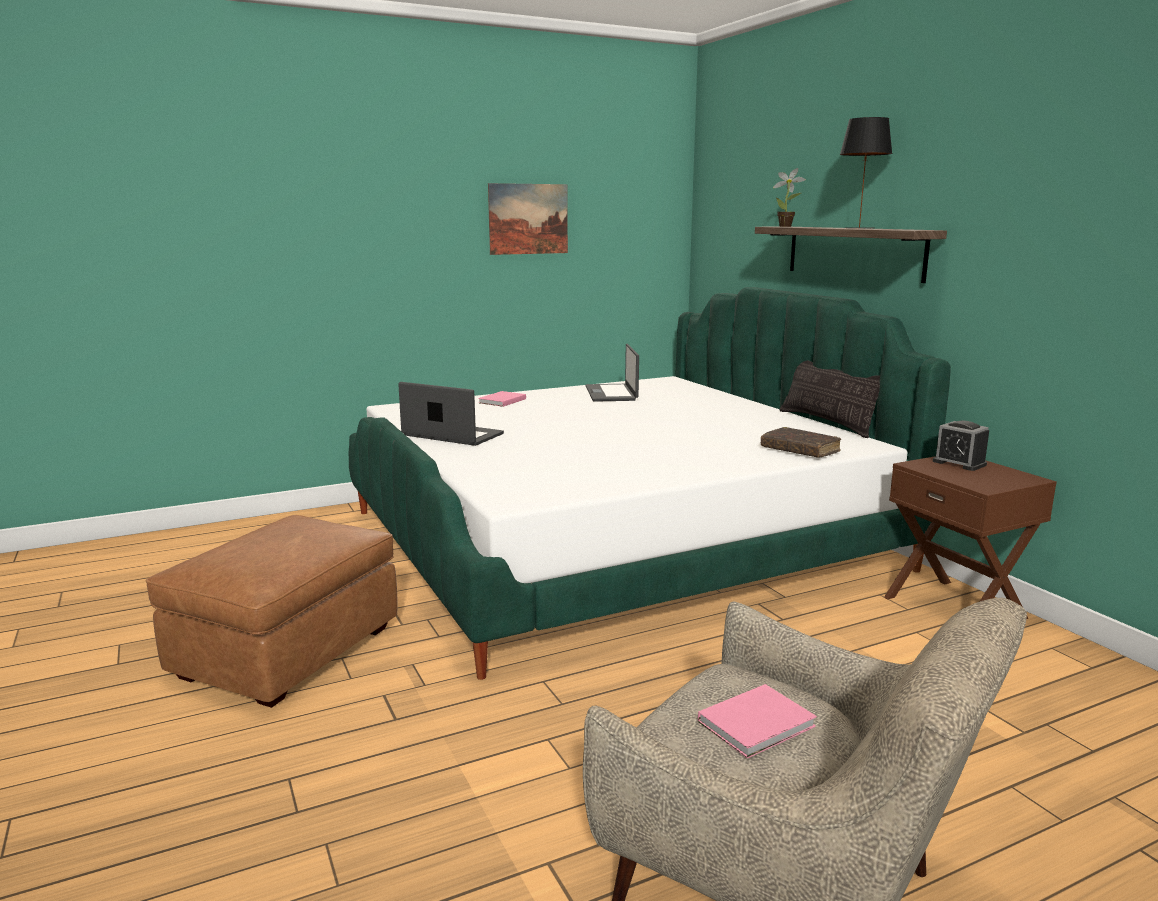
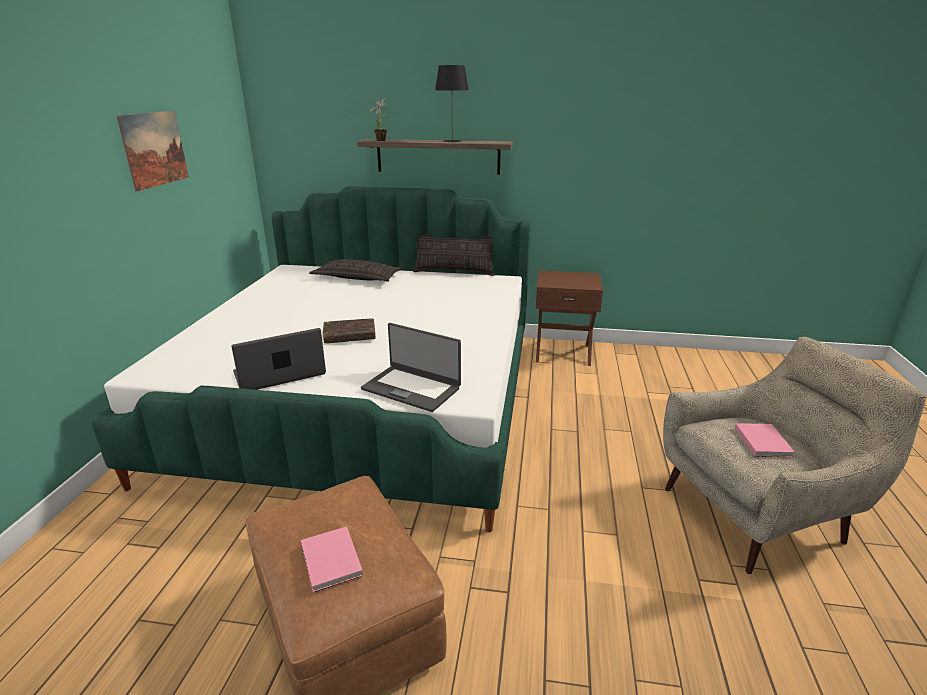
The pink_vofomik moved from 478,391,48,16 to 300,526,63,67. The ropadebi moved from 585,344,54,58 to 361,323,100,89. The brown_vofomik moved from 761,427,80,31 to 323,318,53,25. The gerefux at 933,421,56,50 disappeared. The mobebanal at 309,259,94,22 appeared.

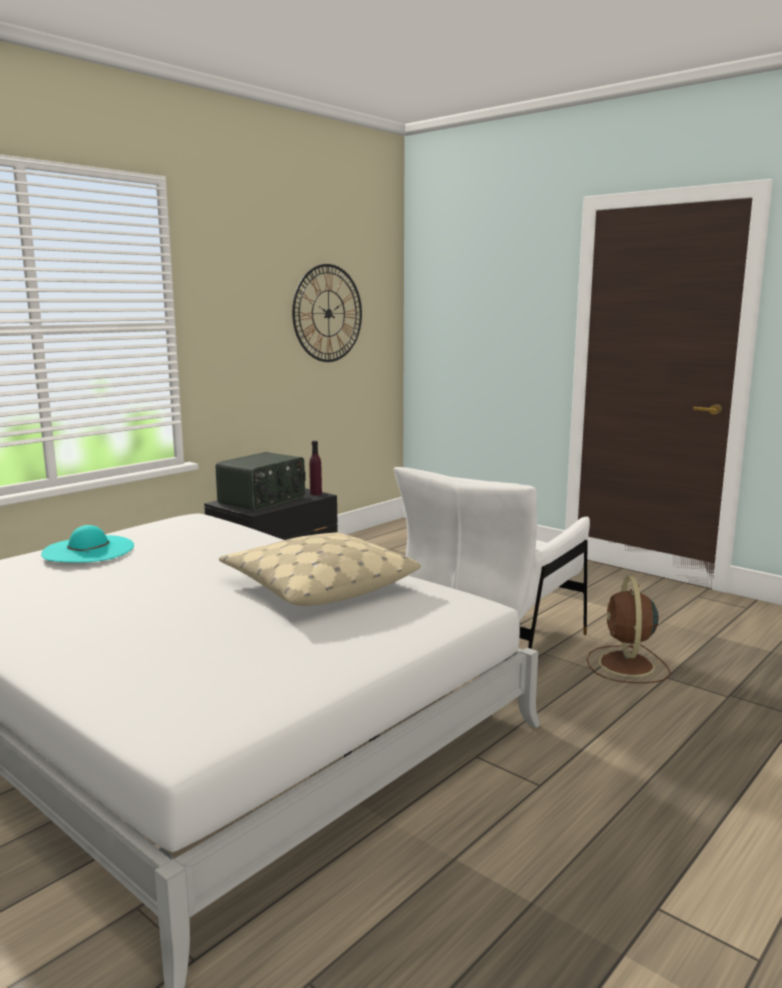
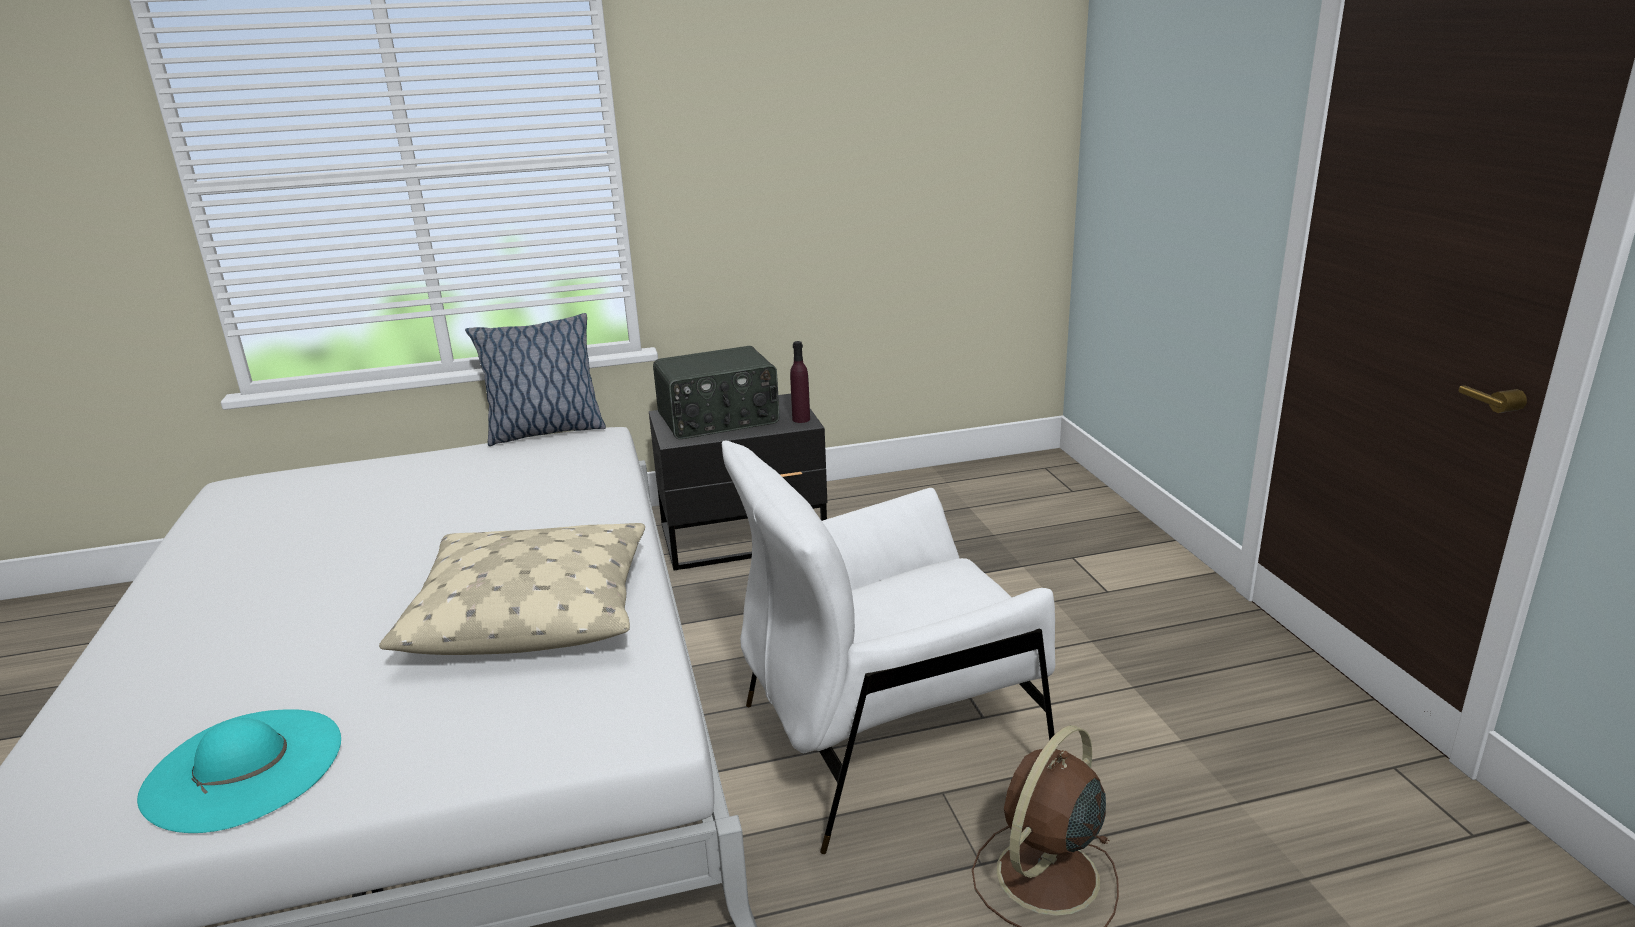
The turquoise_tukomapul moved from 41,525,93,38 to 137,709,204,124. The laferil at 292,264,70,98 disappeared. The mobebanal at 465,313,141,133 appeared.

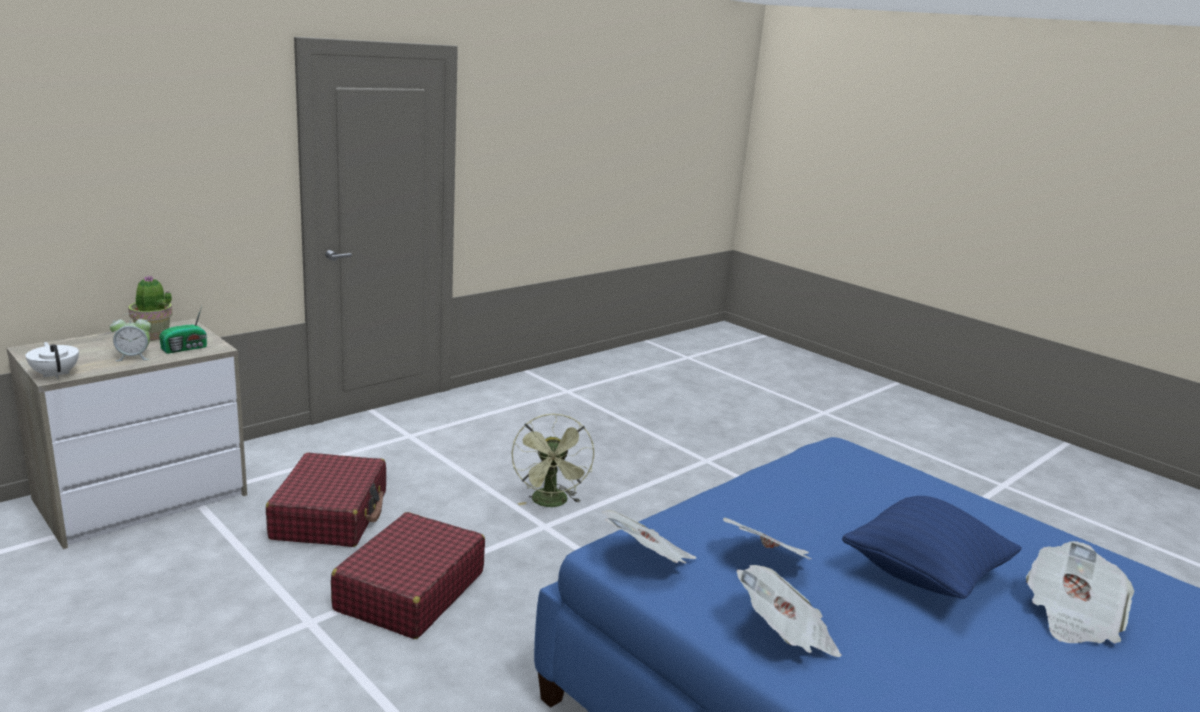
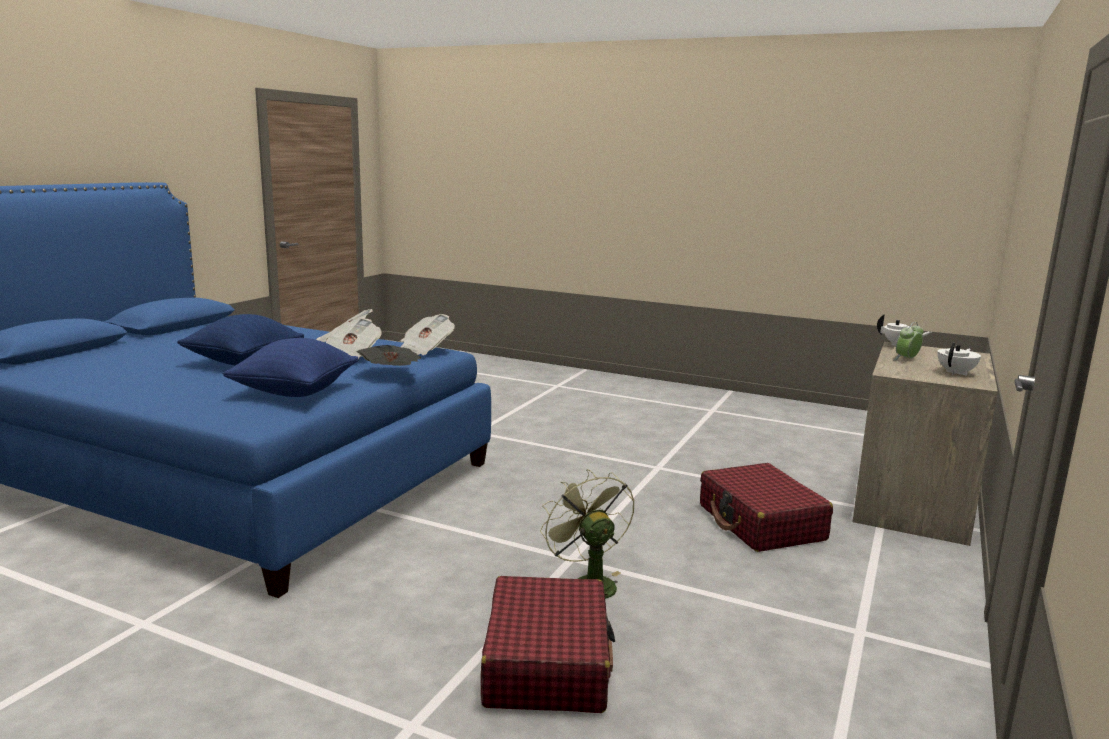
The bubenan at 128,276,45,65 was replaced by the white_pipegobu at 937,343,44,33. The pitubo at 159,306,48,48 disappeared. The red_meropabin moved from 331,512,154,127 to 481,576,134,137. The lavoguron moved from 1026,541,108,102 to 356,345,65,21. The blue_mobebanal at 223,338,136,59 appeared.

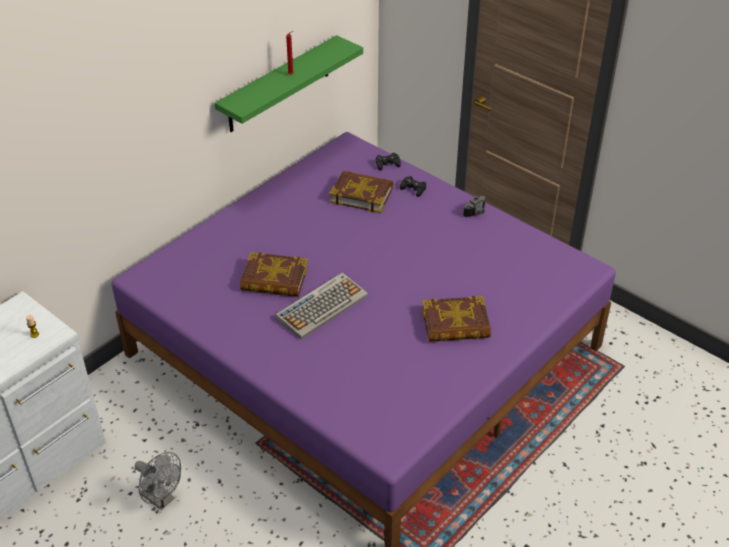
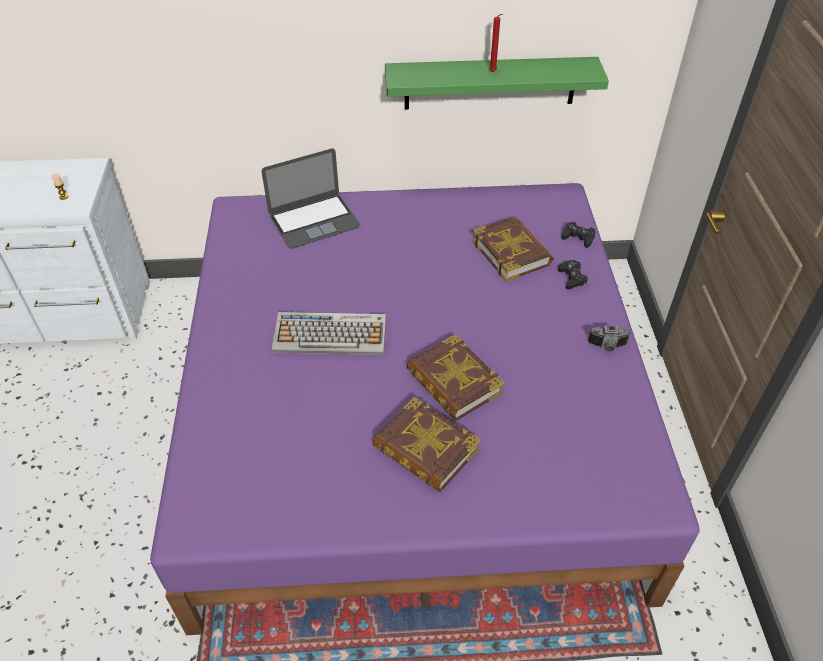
The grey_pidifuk at 135,452,46,58 disappeared. The vofomik moved from 240,252,68,45 to 406,334,99,87. The ropadebi at 262,149,98,100 appeared.

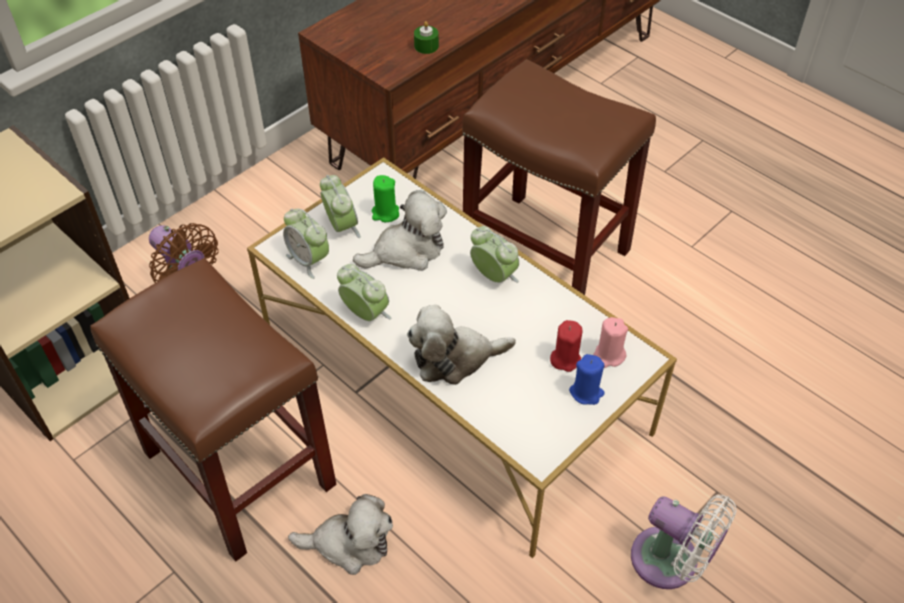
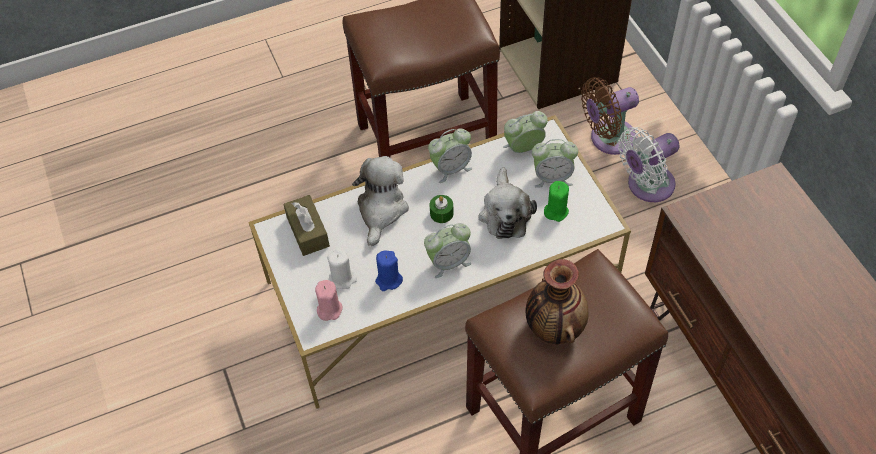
The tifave at 288,494,105,81 disappeared. The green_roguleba moved from 414,21,25,33 to 430,195,24,28. The red_roguleba at 550,320,33,52 became the white_roguleba at 327,249,30,40. The blue_roguleba moved from 569,354,36,51 to 375,251,28,40. The white_pidifuk moved from 631,495,105,94 to 618,127,61,75. The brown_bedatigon at 283,195,47,61 appeared. The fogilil at 526,259,62,86 appeared.

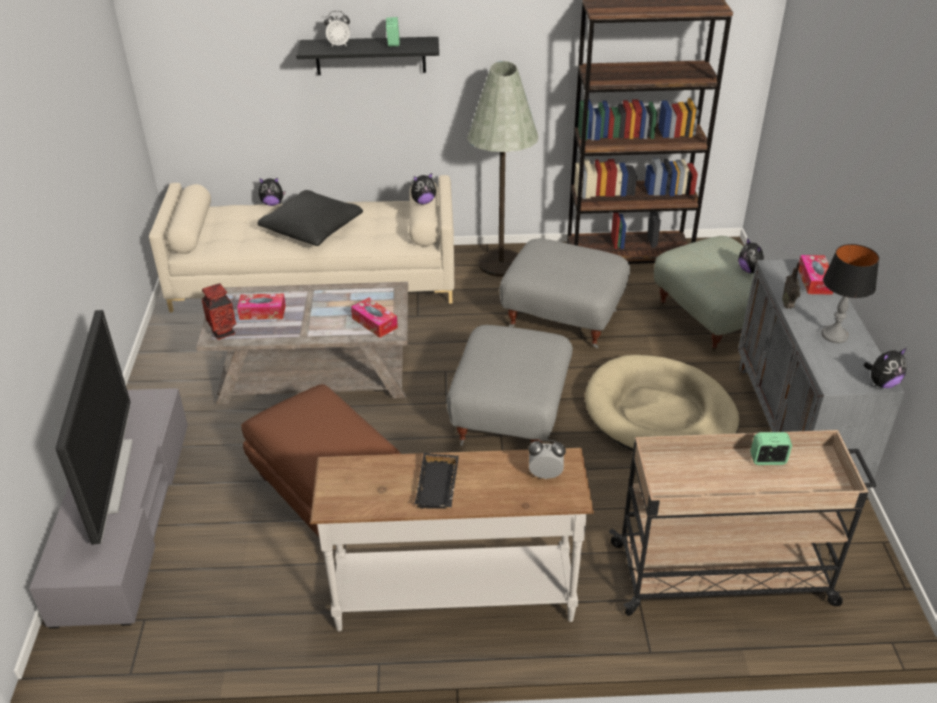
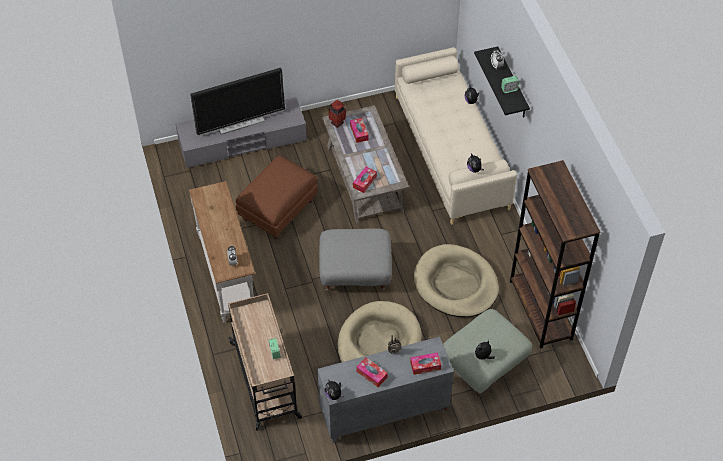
The black_mobebanal at 257,190,106,56 disappeared. The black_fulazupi at 415,453,44,56 disappeared. The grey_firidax at 467,61,71,216 disappeared. The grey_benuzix at 499,239,131,109 was replaced by the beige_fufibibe at 414,244,85,73. The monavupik at 821,244,58,99 was replaced by the bedatigon at 356,357,32,30.

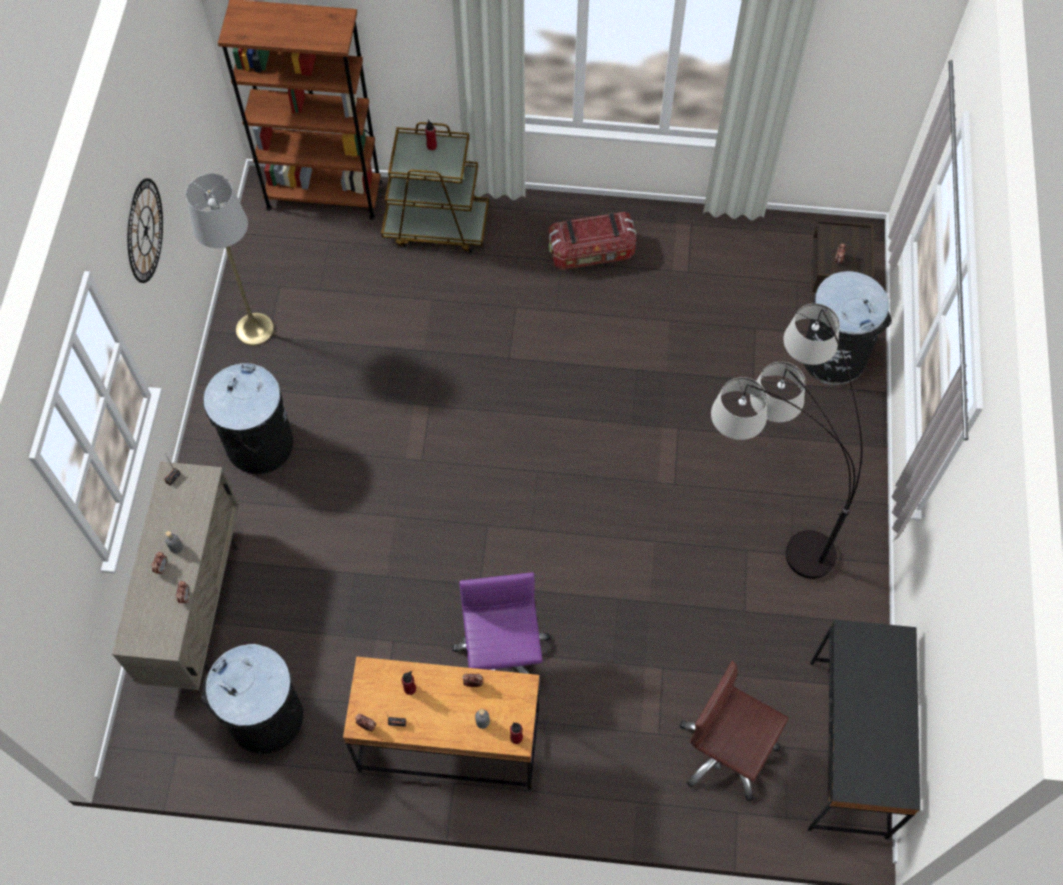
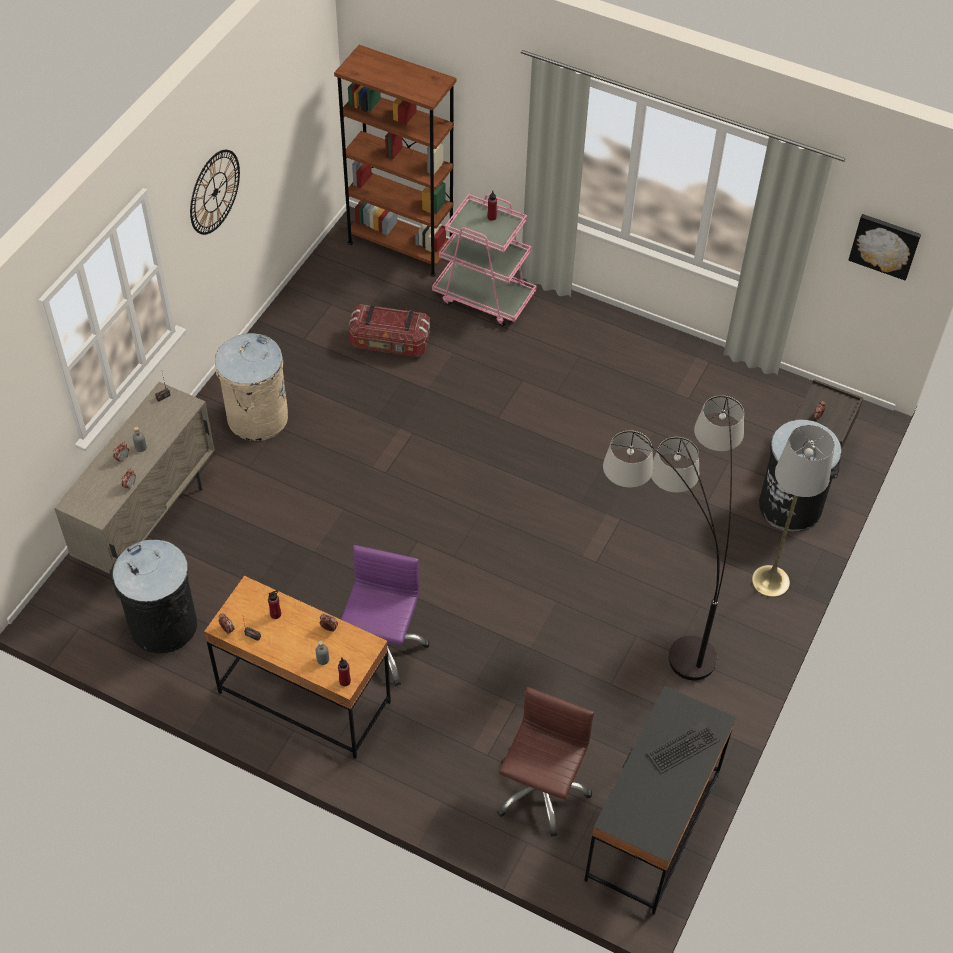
The grey_firidax moved from 186,174,88,172 to 751,425,84,173. The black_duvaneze at 203,363,90,111 became the beige_duvaneze at 215,333,73,108. The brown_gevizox at 381,122,108,131 became the pink_gevizox at 432,194,104,132. The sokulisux moved from 548,212,88,58 to 349,304,81,53. The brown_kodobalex at 679,661,109,140 turned 60 degrees clockwise. The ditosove at 646,720,74,54 appeared. The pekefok at 848,214,73,66 appeared.

